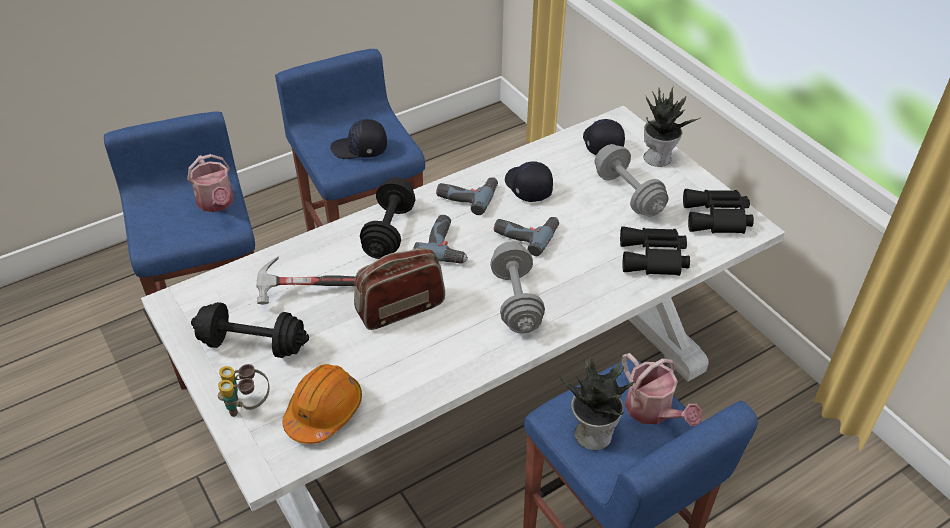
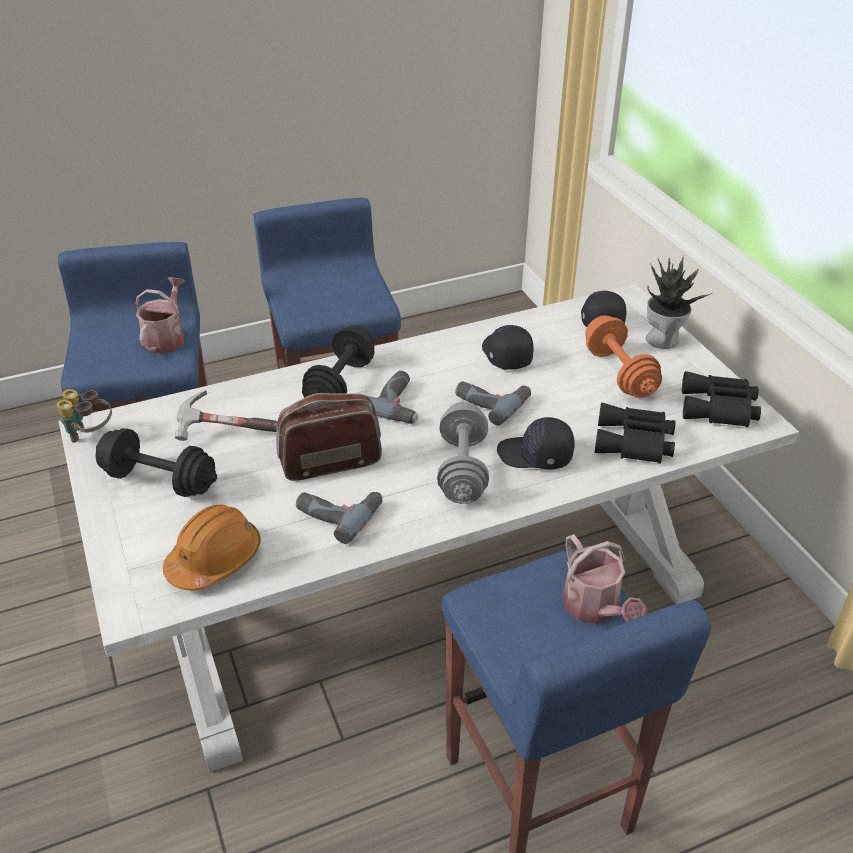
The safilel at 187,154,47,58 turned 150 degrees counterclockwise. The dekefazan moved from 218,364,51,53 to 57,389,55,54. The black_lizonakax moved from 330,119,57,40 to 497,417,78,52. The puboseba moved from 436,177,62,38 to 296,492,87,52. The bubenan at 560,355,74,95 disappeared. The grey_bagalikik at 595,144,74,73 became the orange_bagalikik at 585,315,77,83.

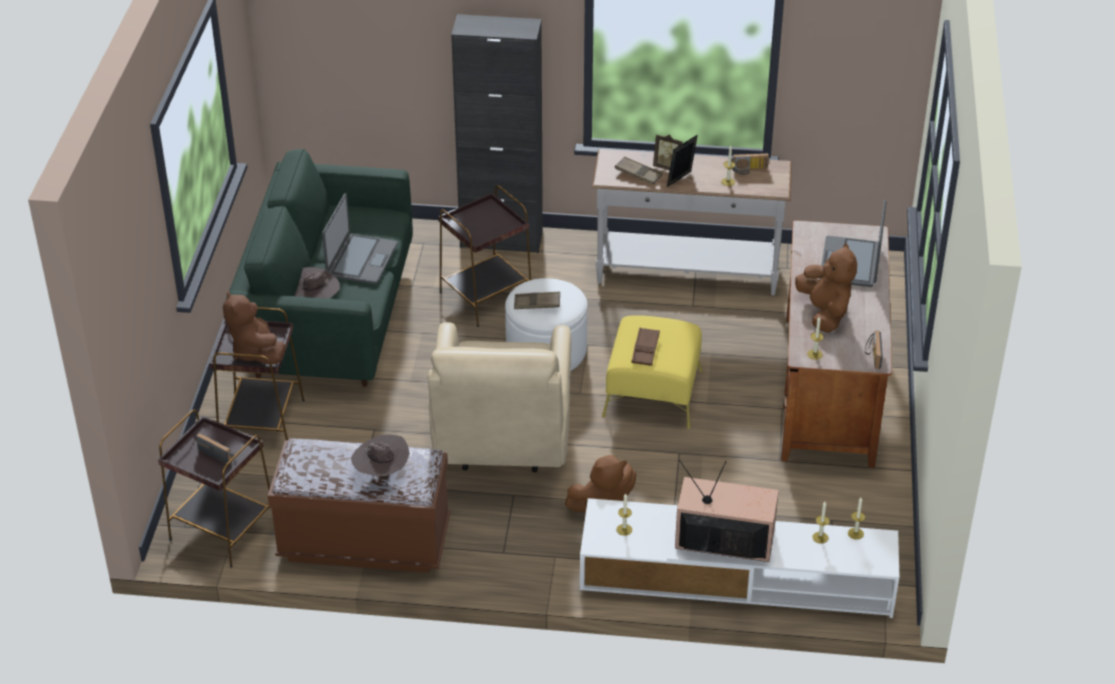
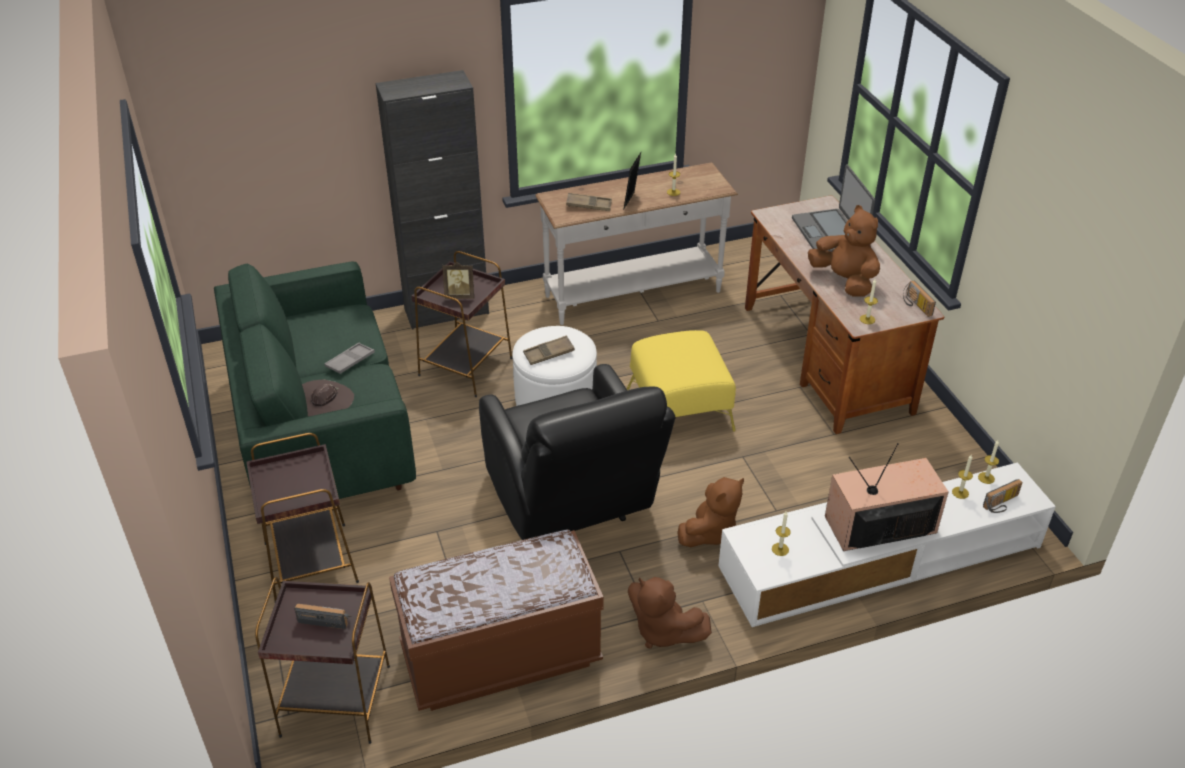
The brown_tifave moved from 223,291,62,73 to 628,577,84,72. The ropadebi at 322,193,76,91 was replaced by the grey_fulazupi at 325,343,50,31. The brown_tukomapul at 351,434,59,42 disappeared. The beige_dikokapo at 427,322,144,150 became the black_dikokapo at 479,364,196,176. The brown_fulazupi at 631,327,29,39 disappeared. The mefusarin moved from 653,134,30,36 to 442,262,32,37. The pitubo moved from 731,153,38,21 to 983,479,39,34.

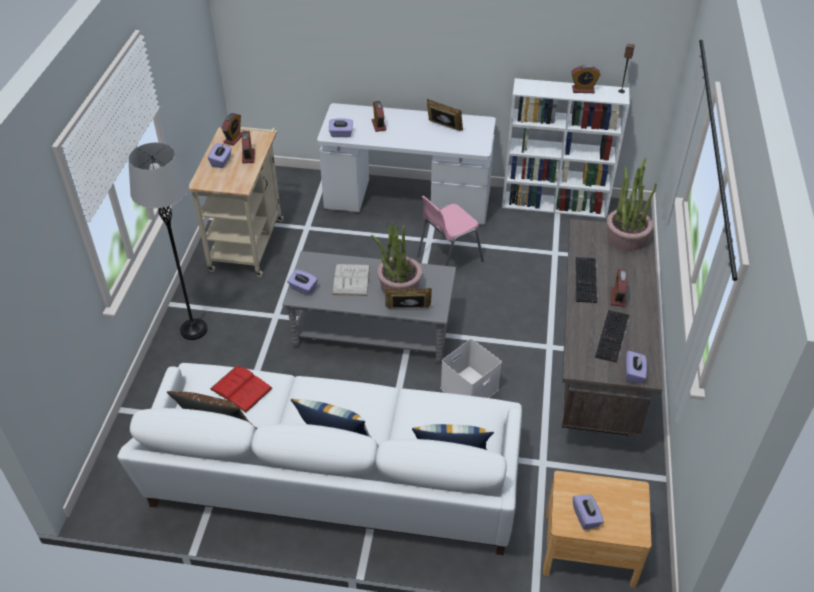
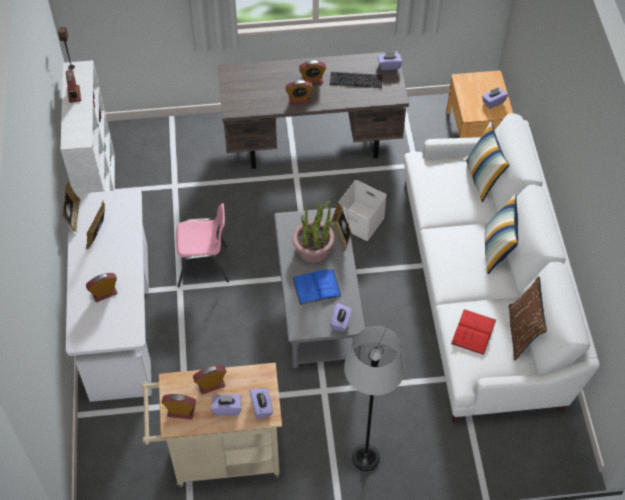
The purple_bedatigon moved from 329,118,24,19 to 250,388,23,31. The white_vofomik at 332,264,38,32 became the blue_vofomik at 293,270,49,35. The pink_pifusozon at 417,196,67,70 turned 45 degrees counterclockwise. The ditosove at 575,257,23,47 was replaced by the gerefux at 285,80,28,25. The bubenan at 607,158,49,93 disappeared. The mefusarin at 63,182,18,51 appeared.

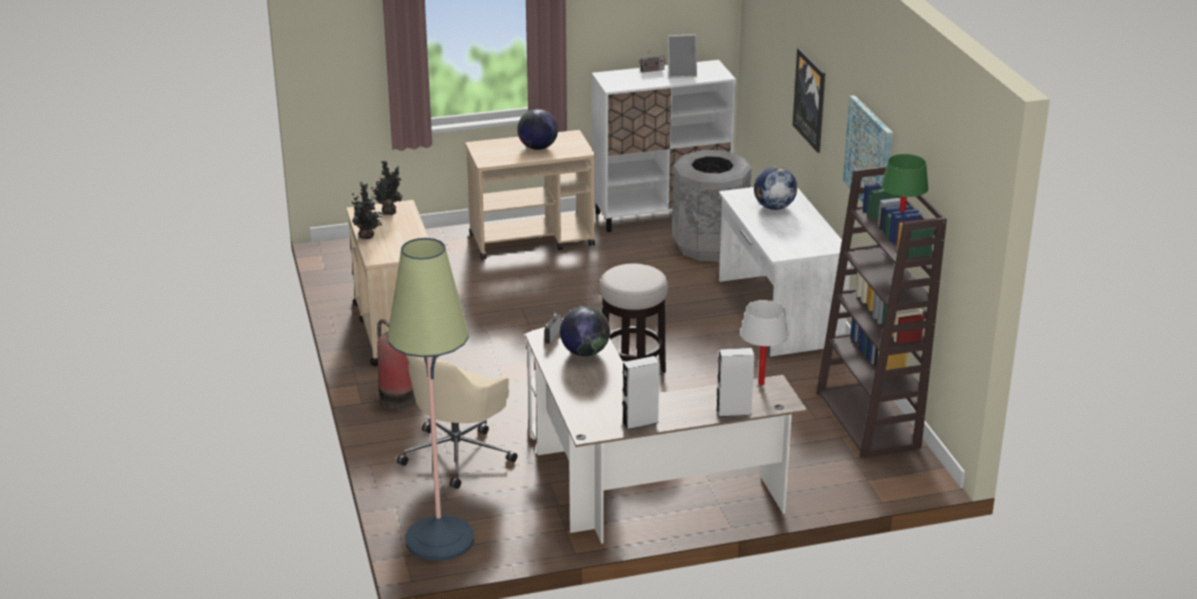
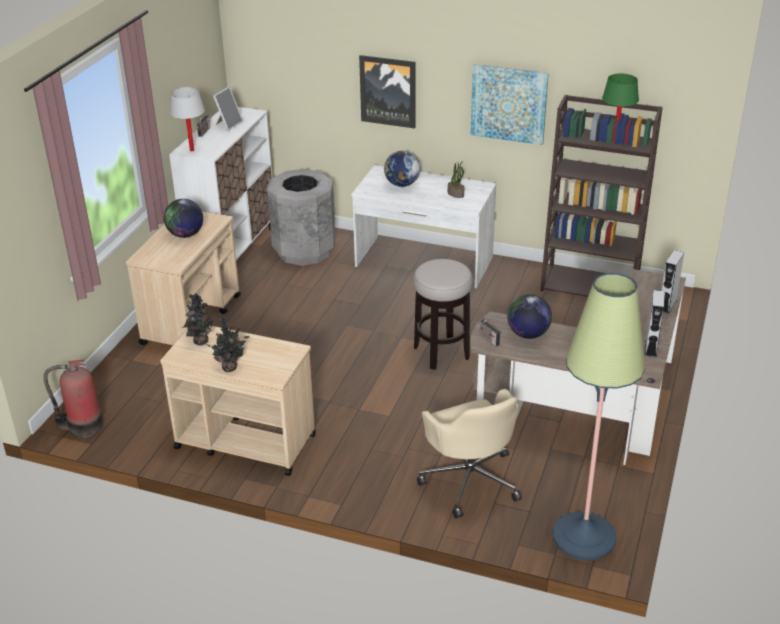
The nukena moved from 377,319,39,91 to 43,360,60,78. The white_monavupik moved from 740,300,48,86 to 170,87,35,64. The bubenan at 448,161,16,37 appeared.

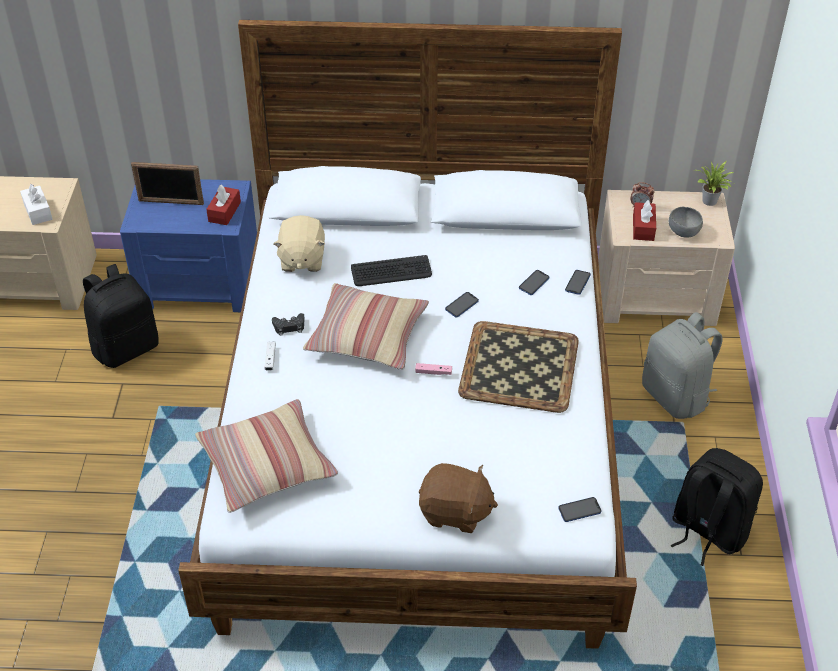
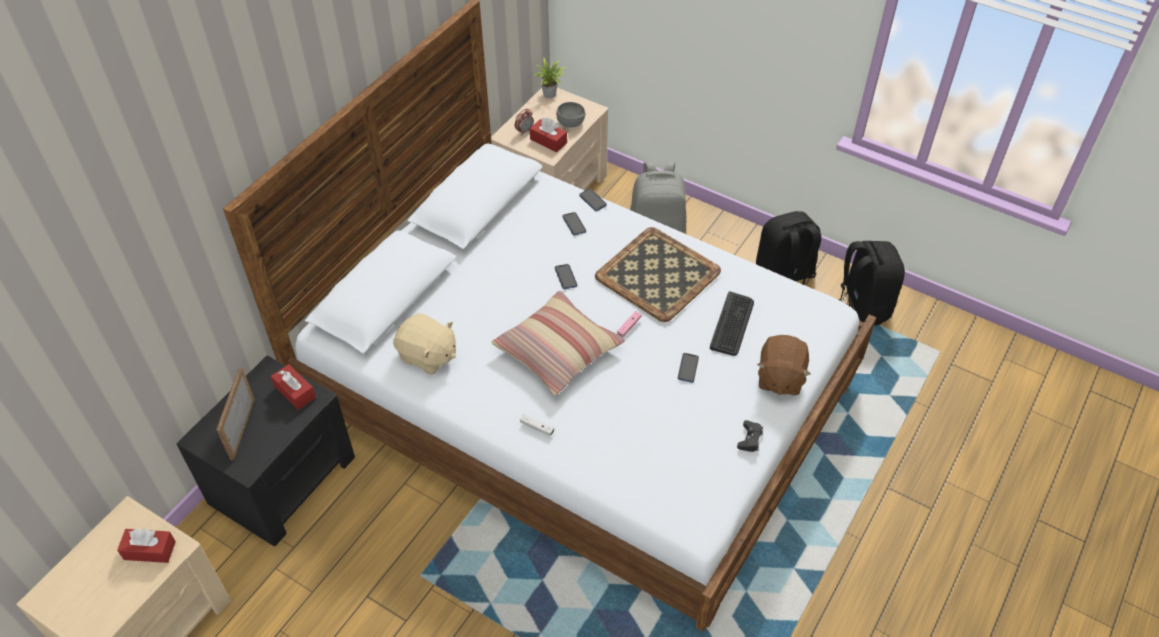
The white_bedatigon at 20,184,32,41 became the red_bedatigon at 117,529,59,34. The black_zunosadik moved from 83,264,76,104 to 837,241,68,85. The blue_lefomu at 120,179,137,133 became the black_lefomu at 176,355,179,191. The mefusarin at 131,162,73,43 turned 150 degrees clockwise. The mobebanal at 195,399,143,114 disappeared. The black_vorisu moved from 272,313,33,23 to 737,420,26,32. The ditosove moved from 351,255,81,31 to 710,291,44,65. The brown_tifave at 419,463,79,70 turned 150 degrees clockwise. The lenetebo moved from 558,497,43,25 to 678,353,21,30.

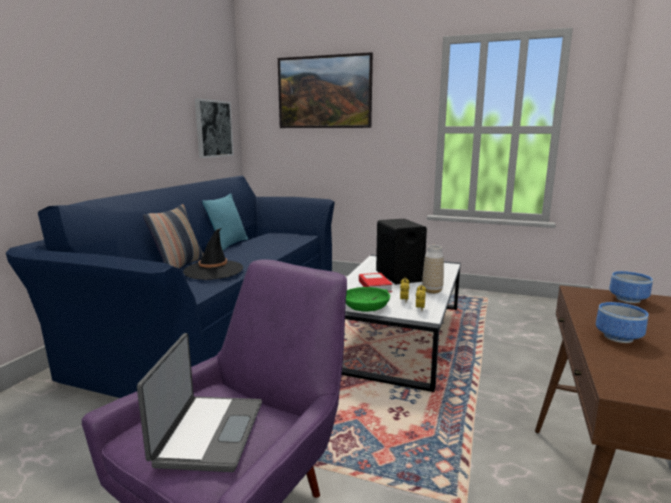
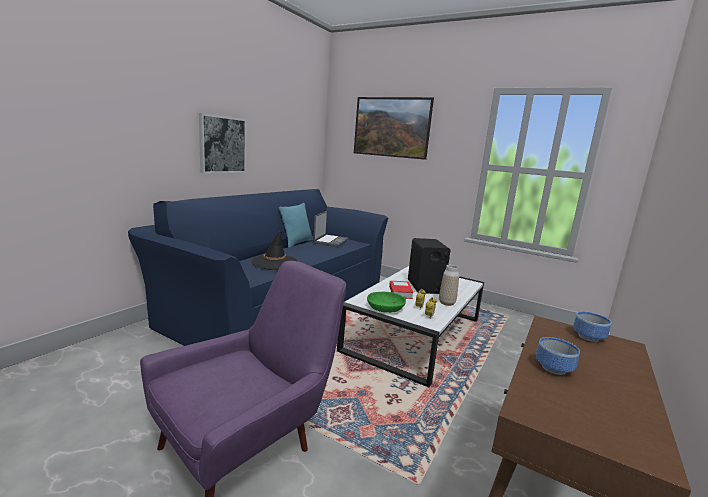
The ropadebi moved from 137,333,125,139 to 313,211,35,36. The mobebanal at 143,204,60,65 disappeared. The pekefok moved from 195,98,39,60 to 199,113,47,60.

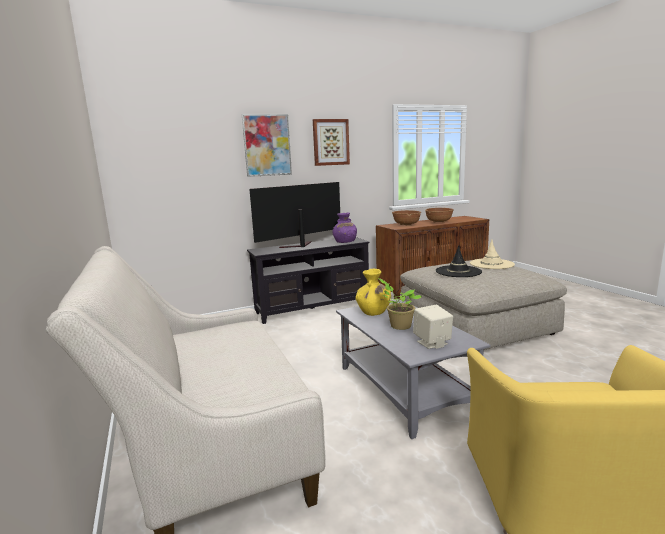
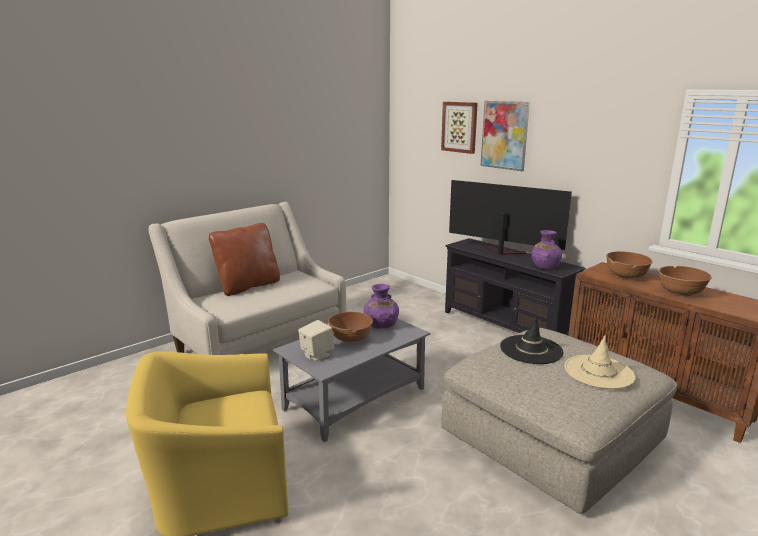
The pekefok moved from 313,119,37,47 to 441,102,37,52. The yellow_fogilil at 355,269,36,47 became the purple_fogilil at 364,284,35,44. The bubenan at 378,278,44,52 was replaced by the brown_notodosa at 328,312,45,30. The brown_mobebanal at 208,223,72,73 appeared.

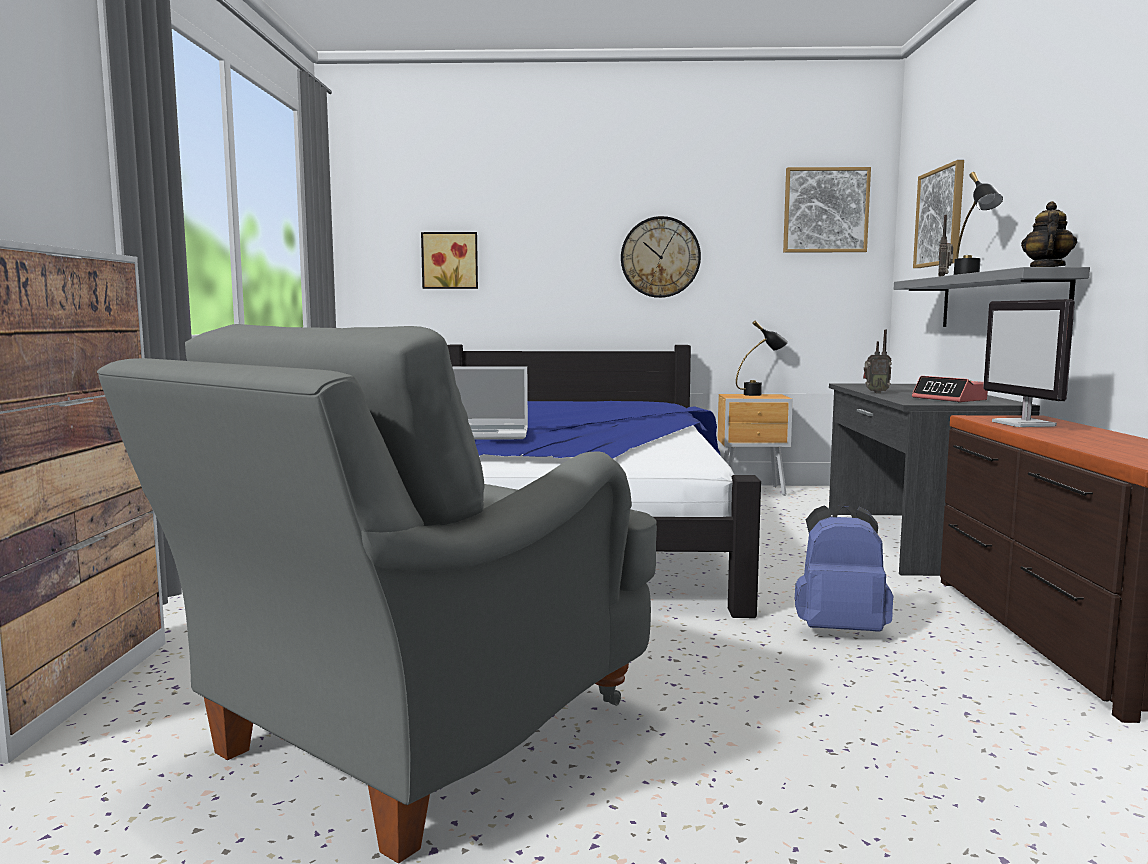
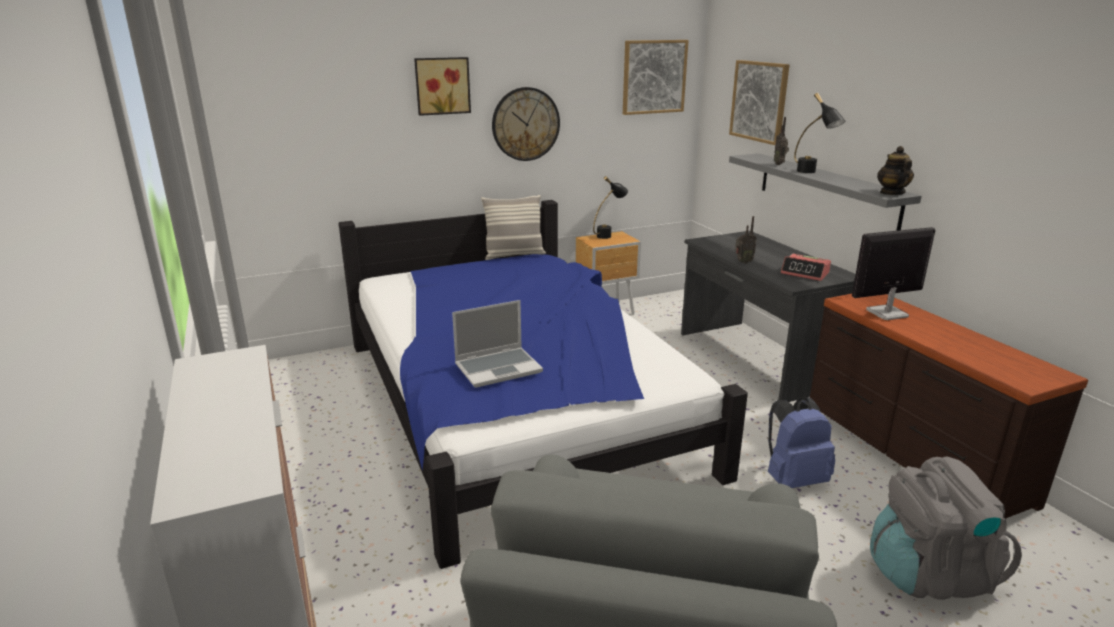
The pekefok moved from 421,232,57,57 to 414,57,57,59. The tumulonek at 983,299,92,128 turned 105 degrees clockwise. The mobebanal at 481,195,65,65 appeared. The grey_zunosadik at 870,457,152,143 appeared.

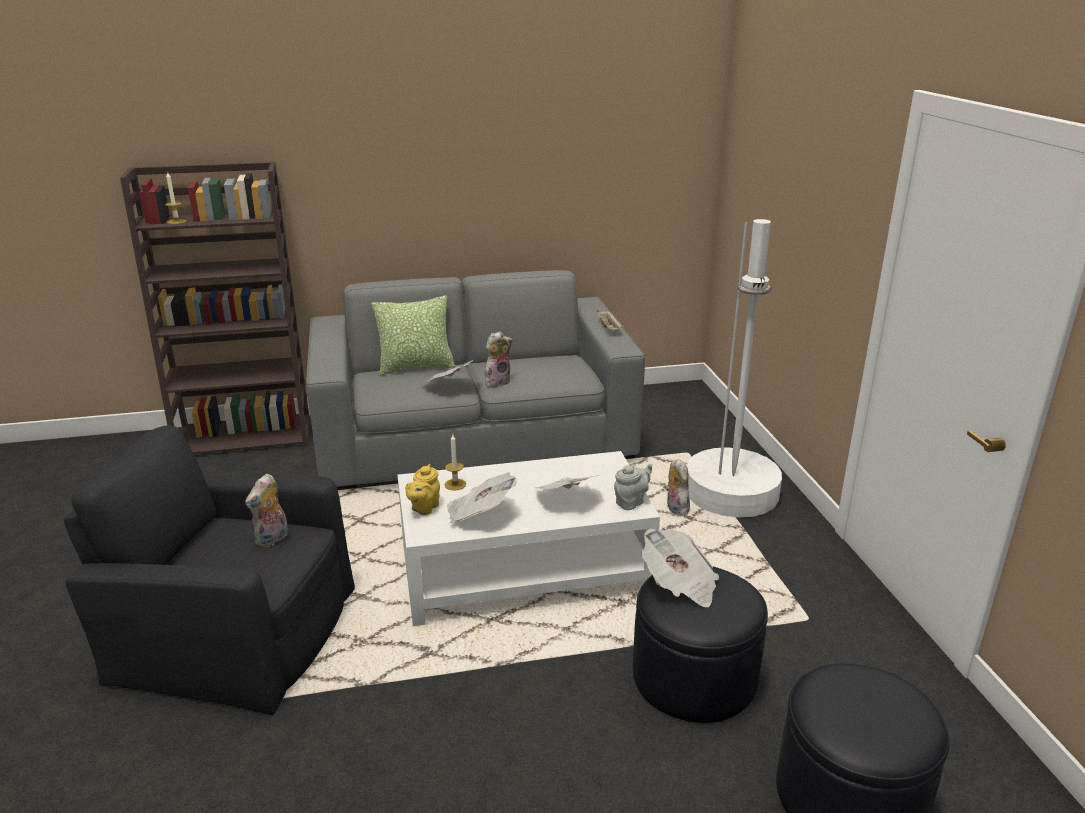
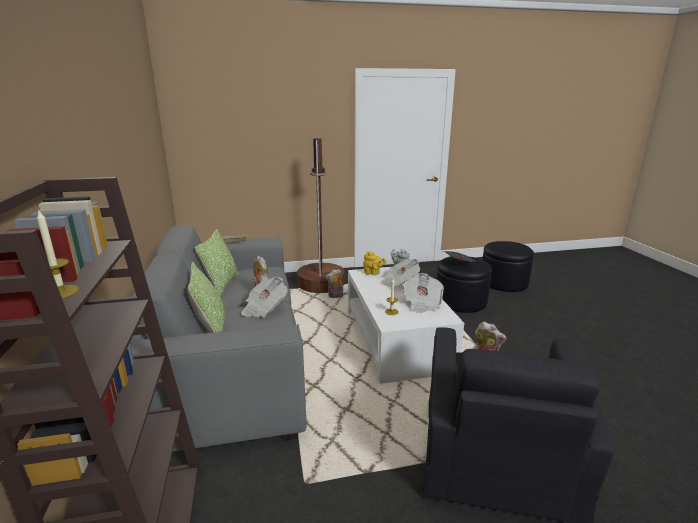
The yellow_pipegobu moved from 405,464,35,51 to 363,251,23,24. The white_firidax at 687,219,95,299 became the brown_firidax at 297,138,48,155. The mobebanal at 195,229,44,67 appeared.

